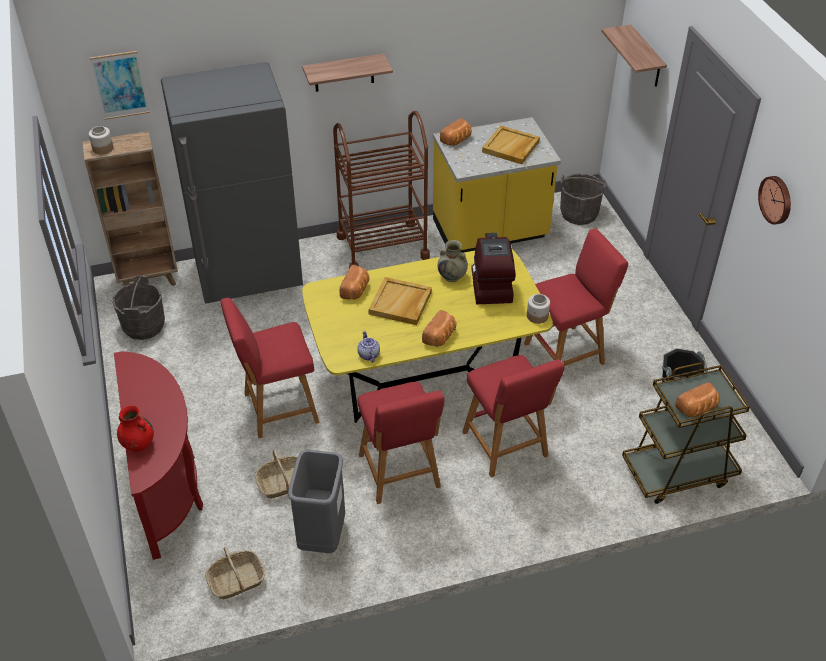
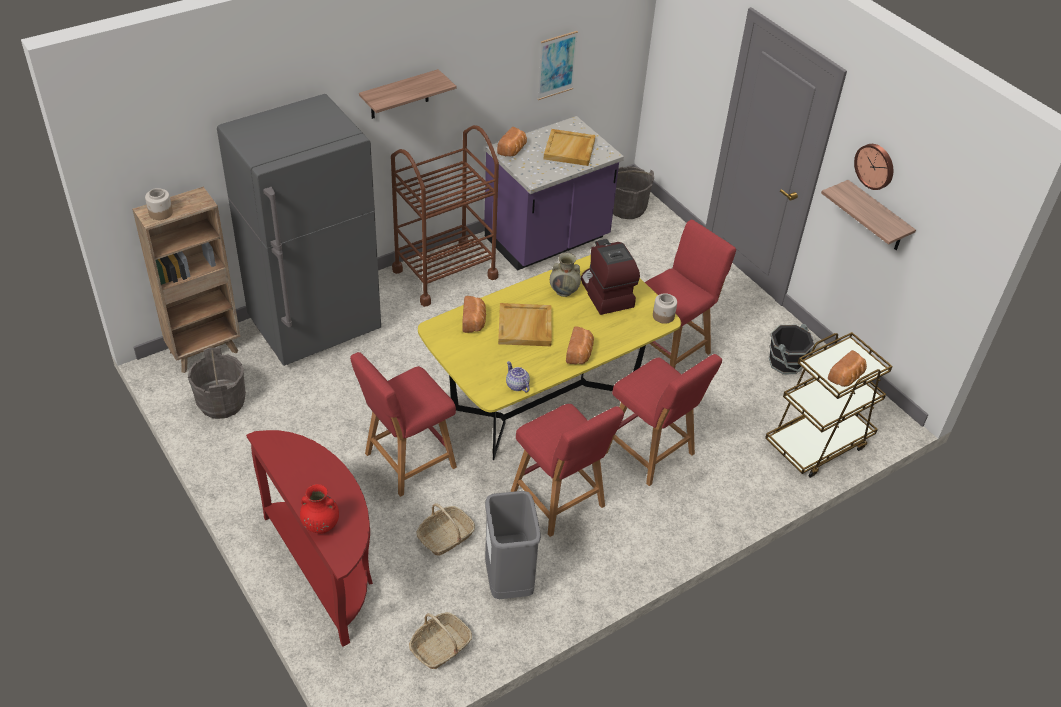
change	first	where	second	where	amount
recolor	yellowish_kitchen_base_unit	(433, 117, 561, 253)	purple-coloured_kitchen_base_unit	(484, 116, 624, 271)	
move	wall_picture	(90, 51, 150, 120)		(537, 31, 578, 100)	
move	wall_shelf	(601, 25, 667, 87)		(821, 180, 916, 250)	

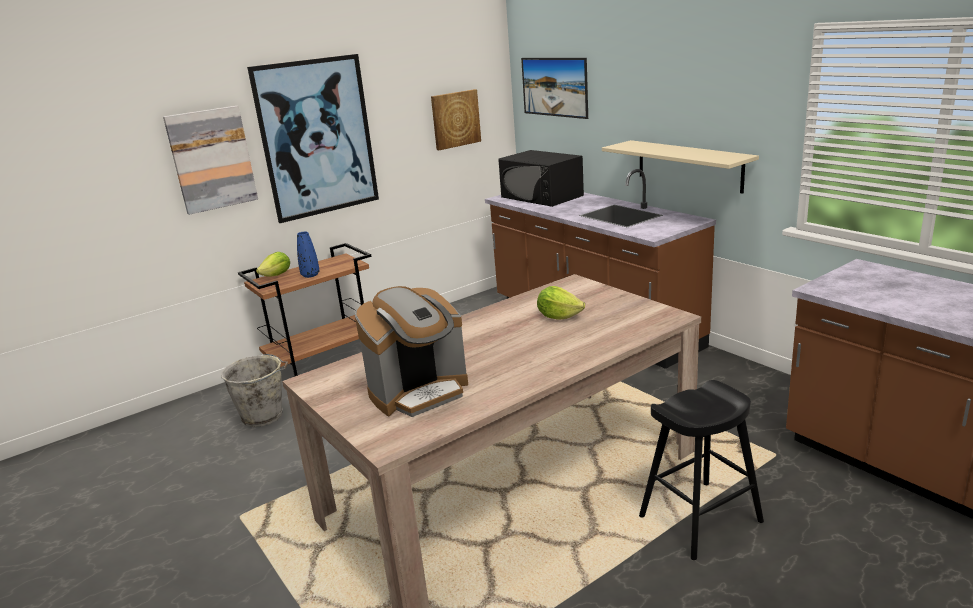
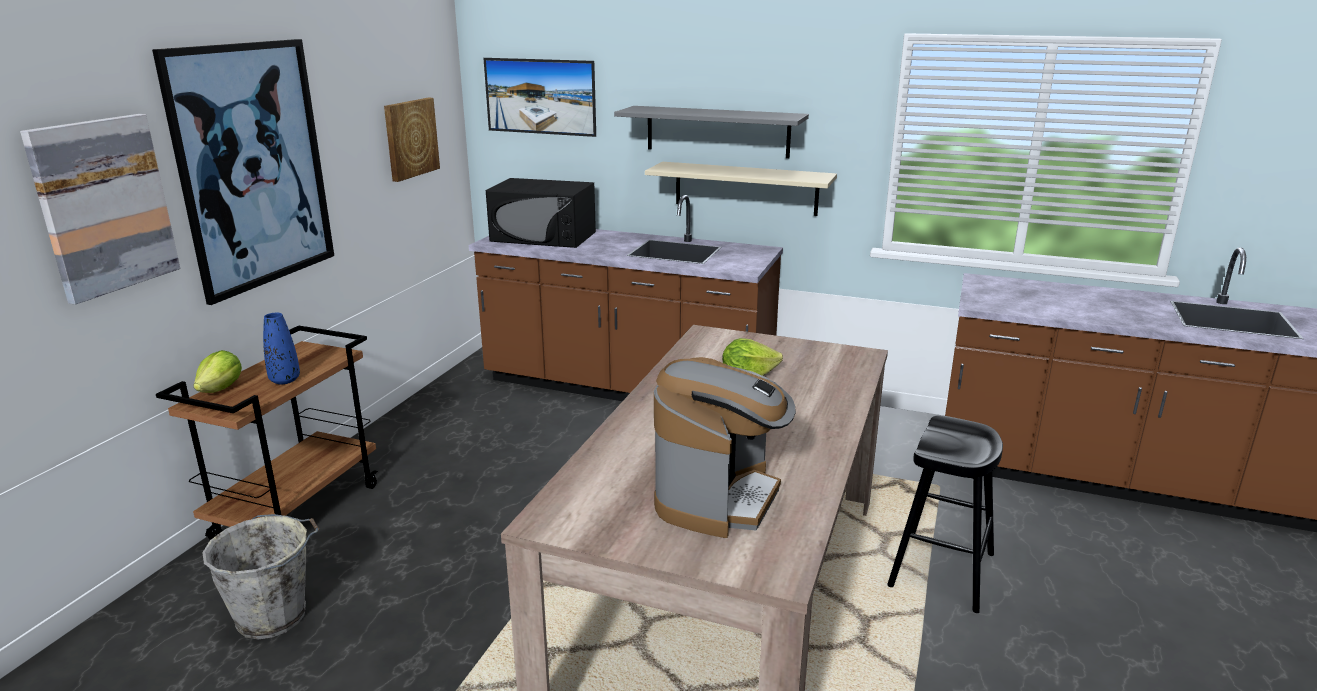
change	first	where	second	where	amount
insert			grey_wall_shelf	(614, 106, 809, 158)	

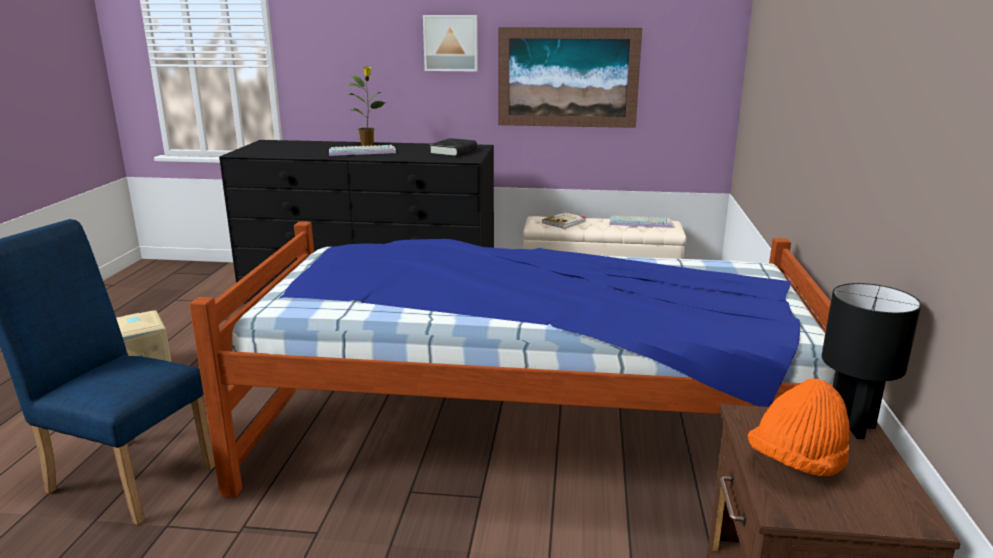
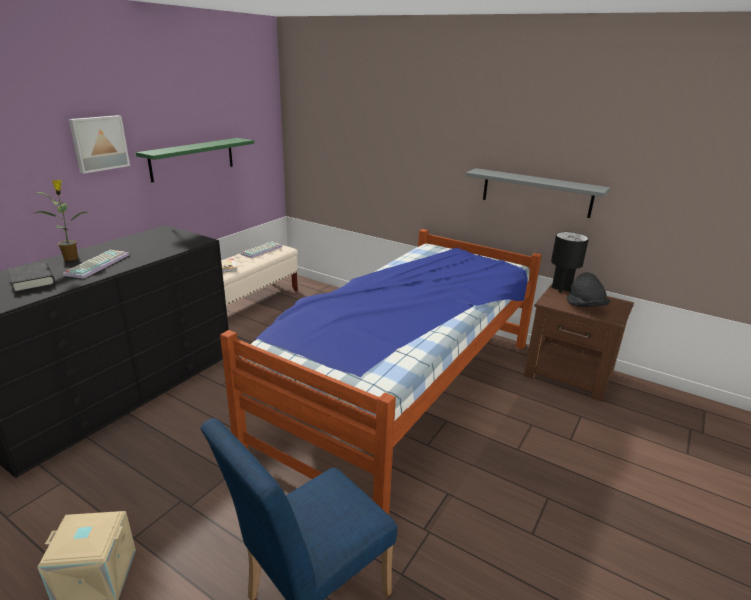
change	first	where	second	where	amount
move	black_book	(429, 138, 477, 157)		(7, 262, 55, 293)	
replace	wall_picture	(498, 27, 642, 128)	green_wall_shelf	(136, 138, 254, 182)	
insert			grey_wall_shelf	(466, 168, 610, 218)	
recolor	orange_wearable_hat	(748, 378, 850, 476)	black_wearable_hat	(567, 272, 610, 307)	

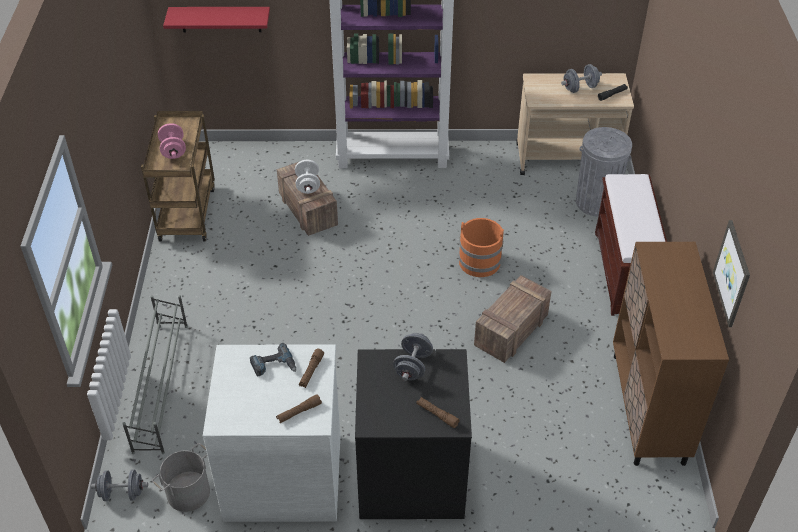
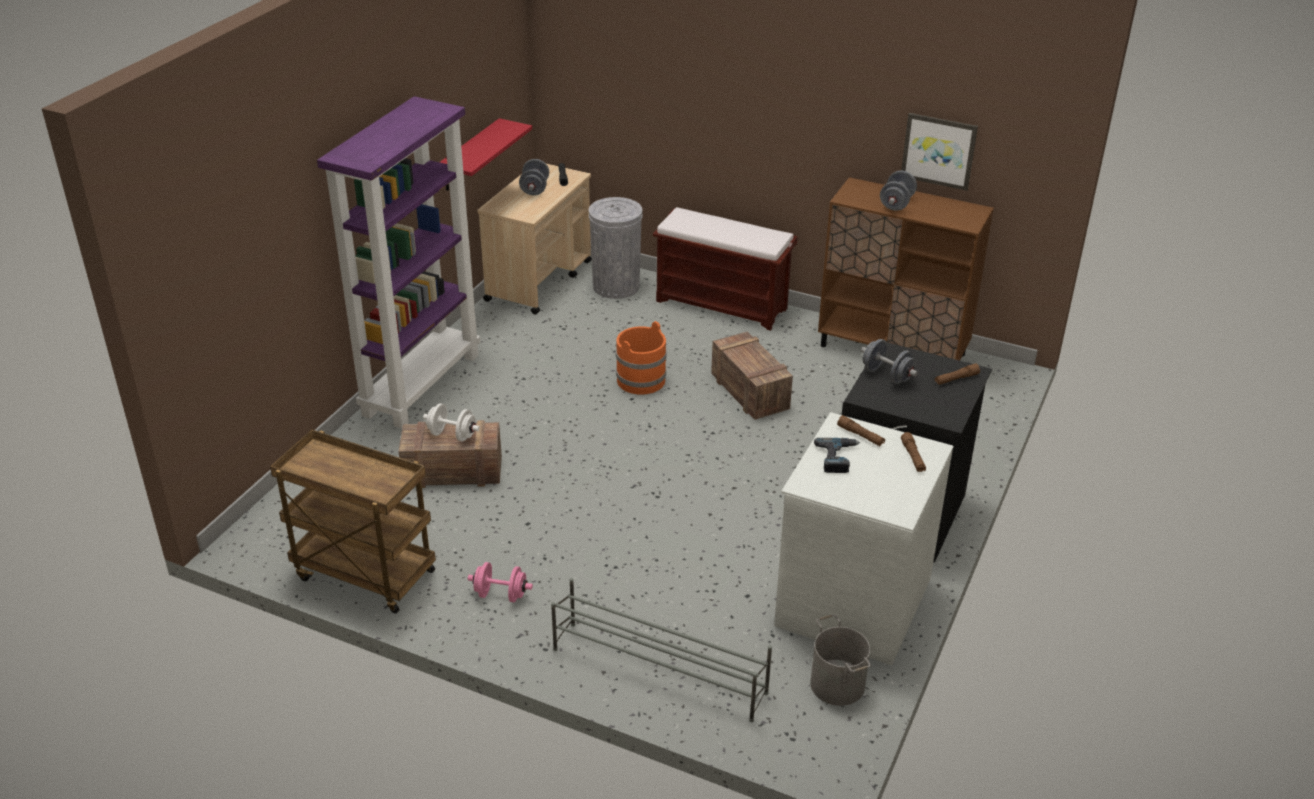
change	first	where	second	where	amount
move	red_wall_shelf	(163, 7, 270, 32)		(440, 118, 532, 191)	
move	pink_dumbbell	(158, 123, 186, 159)		(468, 562, 533, 602)	
move	grey_dumbbell	(91, 470, 148, 501)		(880, 171, 917, 211)	

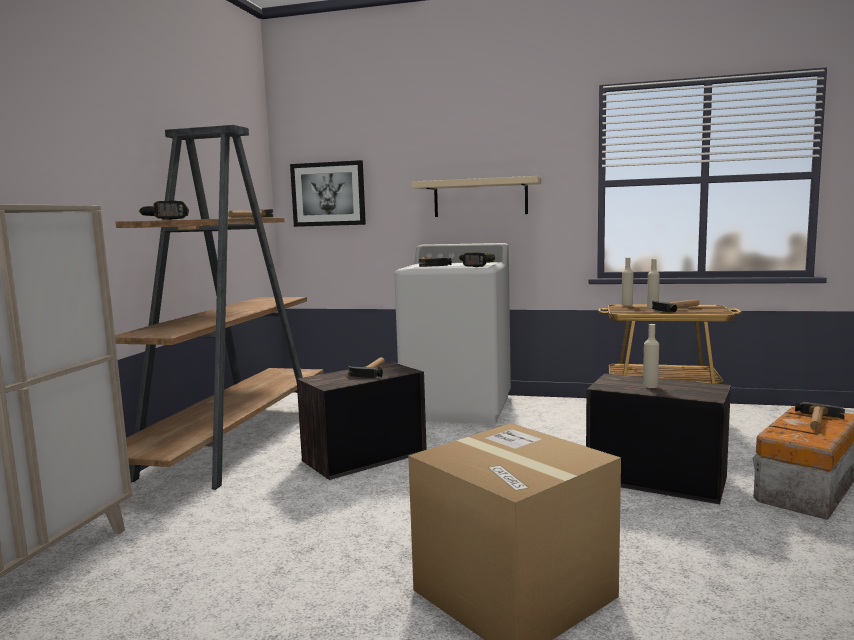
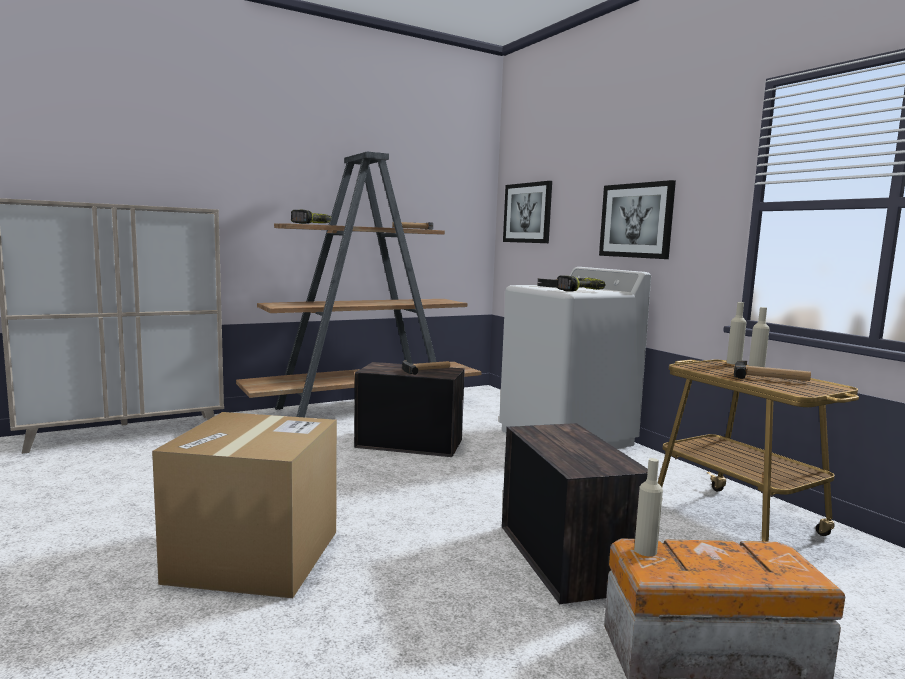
change	first	where	second	where	amount
replace	beige_wall_shelf	(411, 176, 541, 217)	wall_picture	(599, 180, 676, 259)	
move	beige_drink_bottle	(643, 324, 659, 388)		(634, 458, 663, 557)	
delete	tool_hammer	(795, 402, 845, 430)			

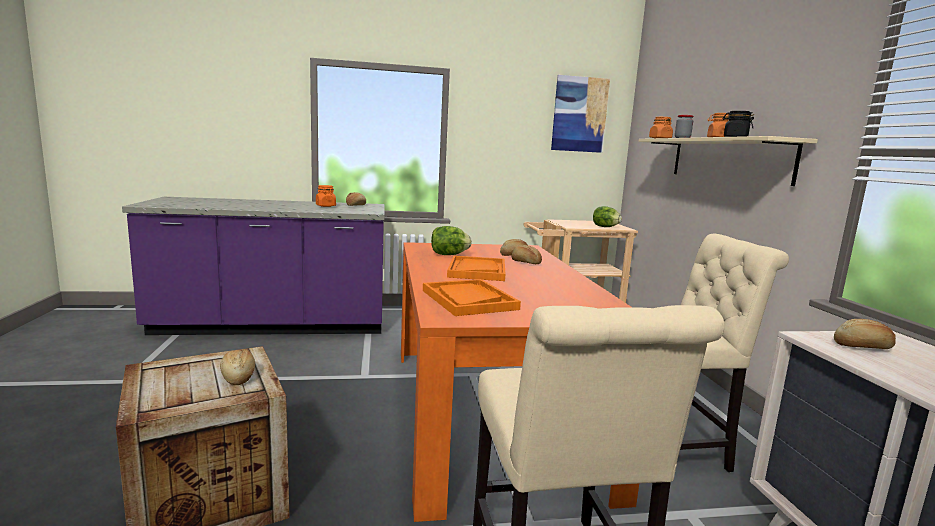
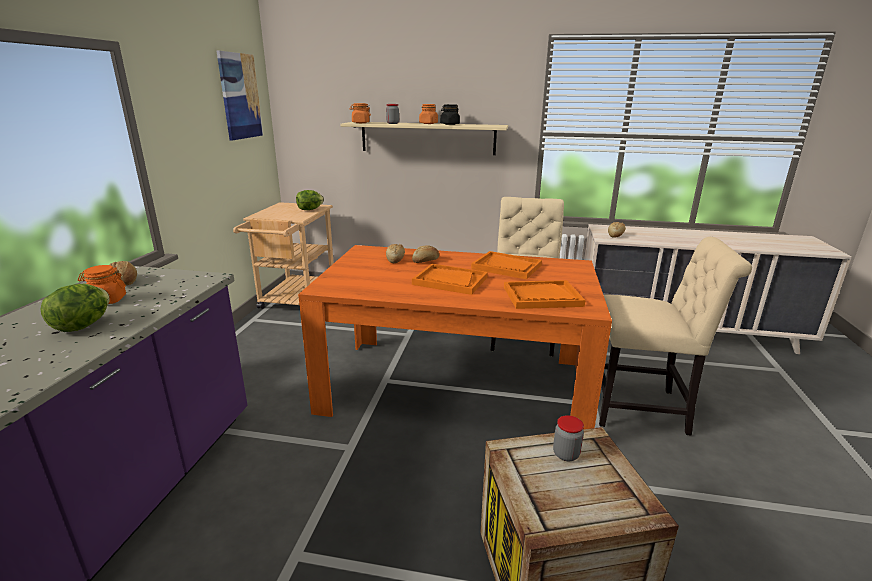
change	first	where	second	where	amount
move	head_of_lettuce	(431, 226, 472, 255)		(40, 284, 110, 332)	
insert			orange_carrying_tray	(471, 251, 542, 279)	
replace	bread	(220, 349, 255, 385)	preserve_jar	(553, 415, 584, 461)	

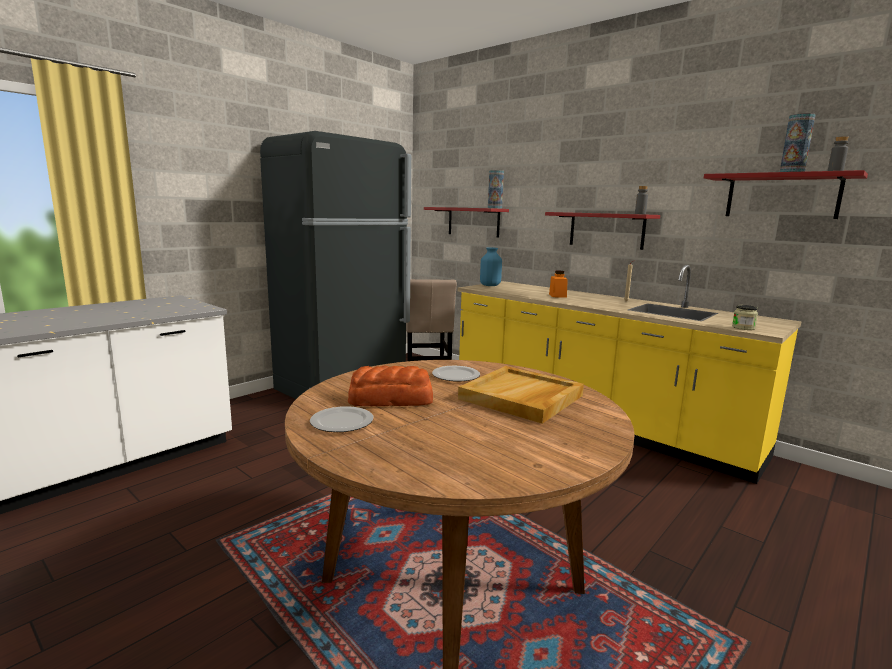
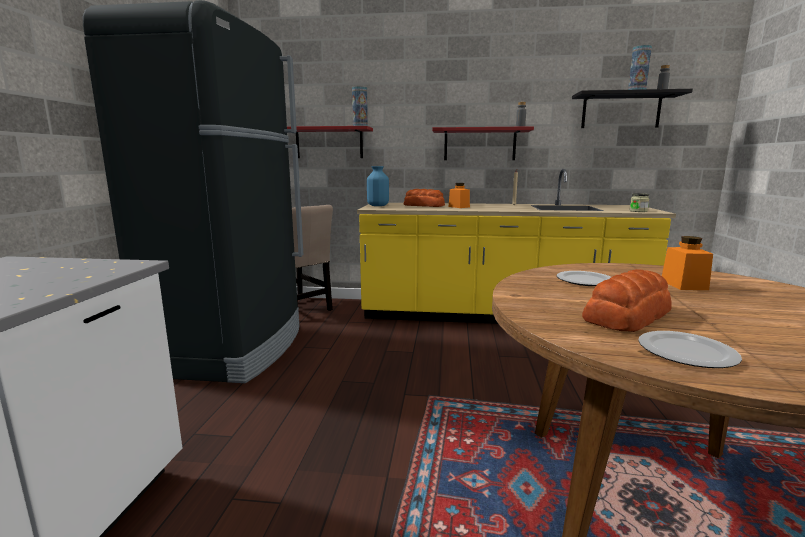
change	first	where	second	where	amount
insert			bread	(404, 189, 445, 207)	
recolor	red_wall_shelf	(704, 170, 868, 219)	black_wall_shelf	(572, 89, 693, 128)	
replace	beige_carrying_tray	(458, 366, 584, 424)	orange_preserve_jar	(662, 236, 713, 290)	

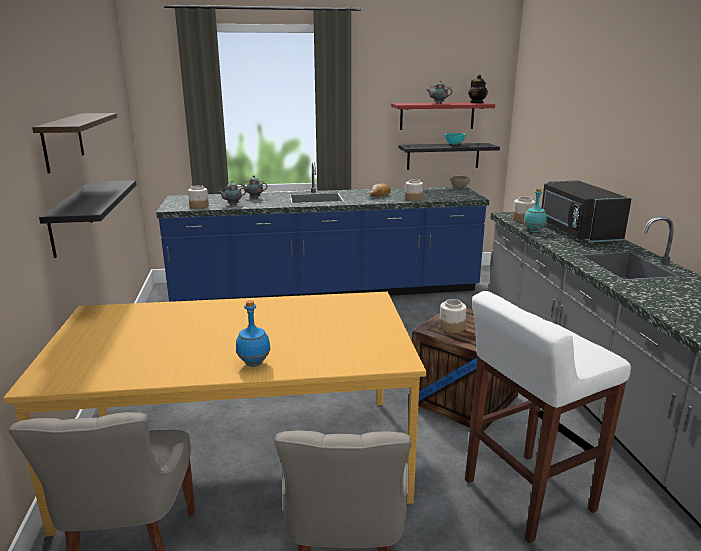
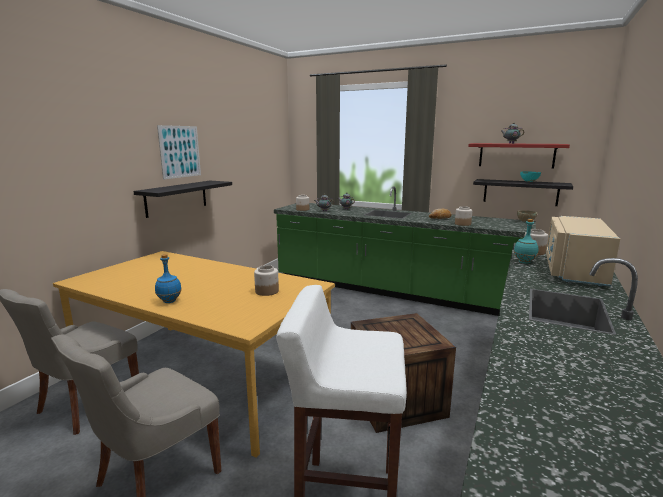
change	first	where	second	where	amount
replace	wall_shelf	(32, 113, 117, 173)	wall_picture	(157, 125, 201, 180)	
move	preserve_jar	(439, 299, 466, 333)		(254, 265, 279, 296)	
recolor	blue_kitchen_base_unit	(156, 162, 489, 302)	green_kitchen_base_unit	(274, 187, 536, 316)	
recolor	black_microwave_oven	(541, 181, 631, 243)	beige_microwave_oven	(546, 216, 620, 287)	
delete	tea_pot	(468, 74, 488, 104)			

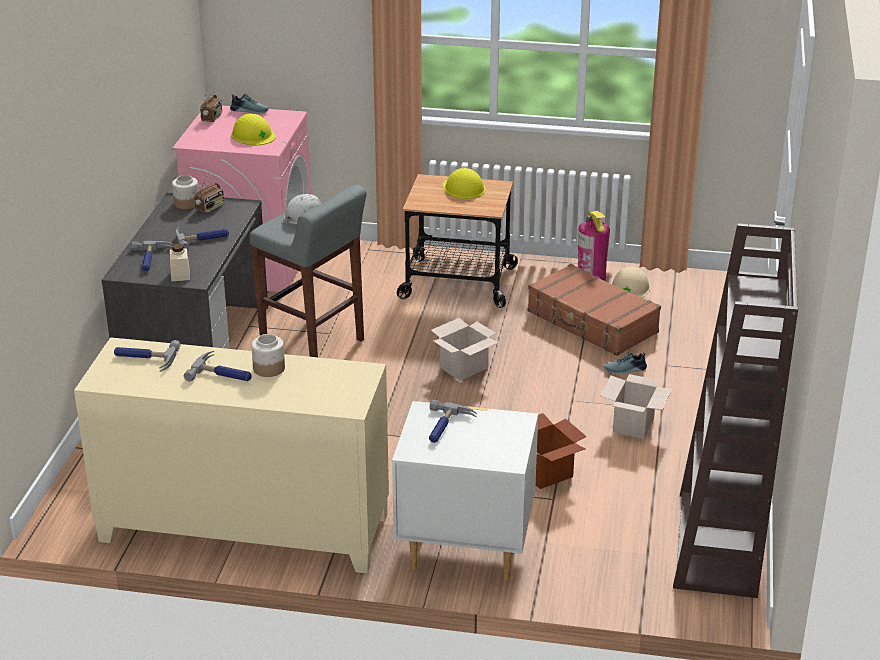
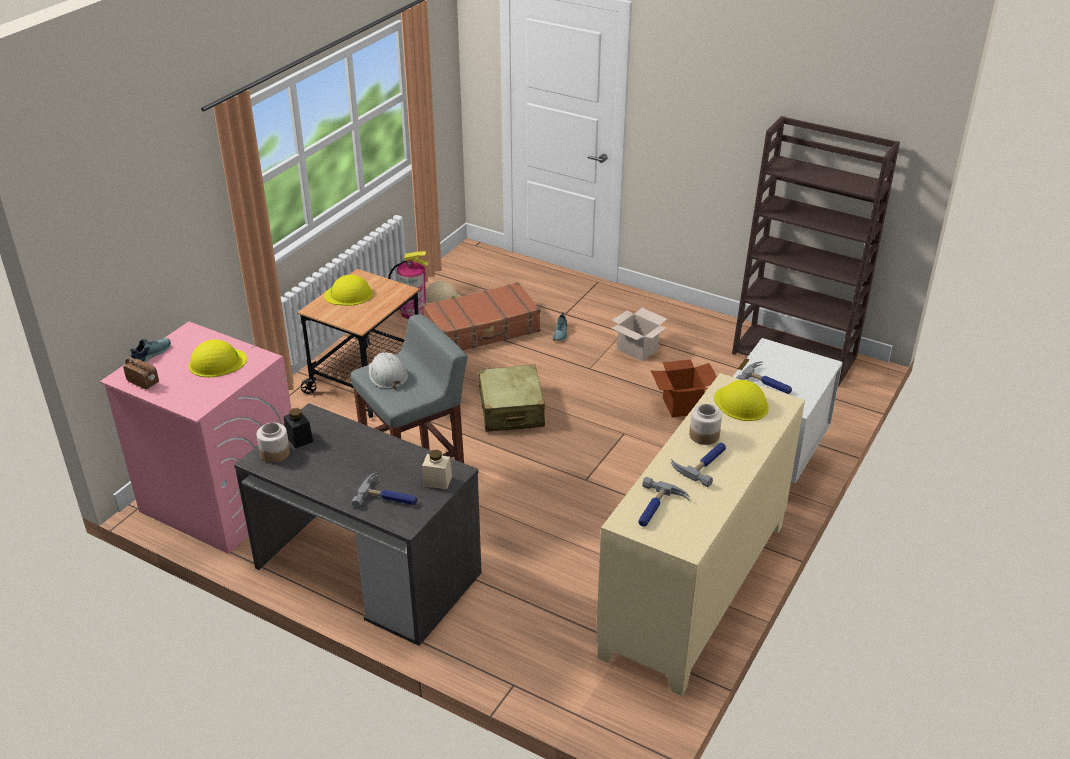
change	first	where	second	where	amount
replace	radio_receiver	(194, 175, 224, 213)	black_preserve_jar	(284, 408, 313, 449)	
replace	cardboard_box	(431, 318, 499, 381)	beige_travel_case	(477, 365, 545, 432)	
insert			yellowish_work_helmet	(714, 380, 769, 421)	
delete	tool_hammer	(176, 227, 229, 250)			

